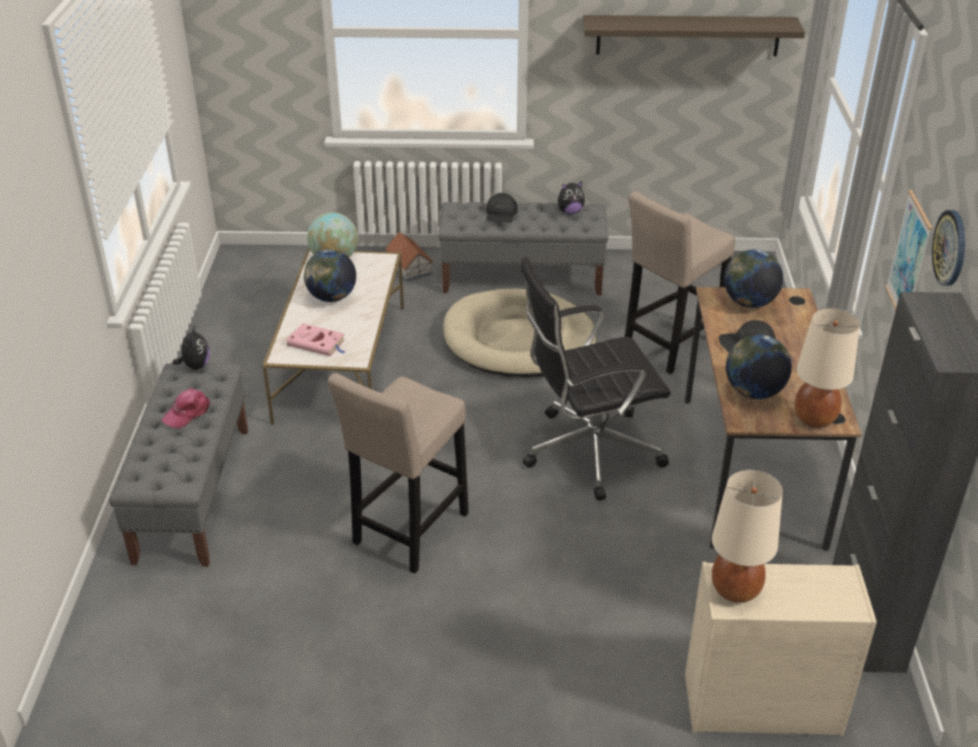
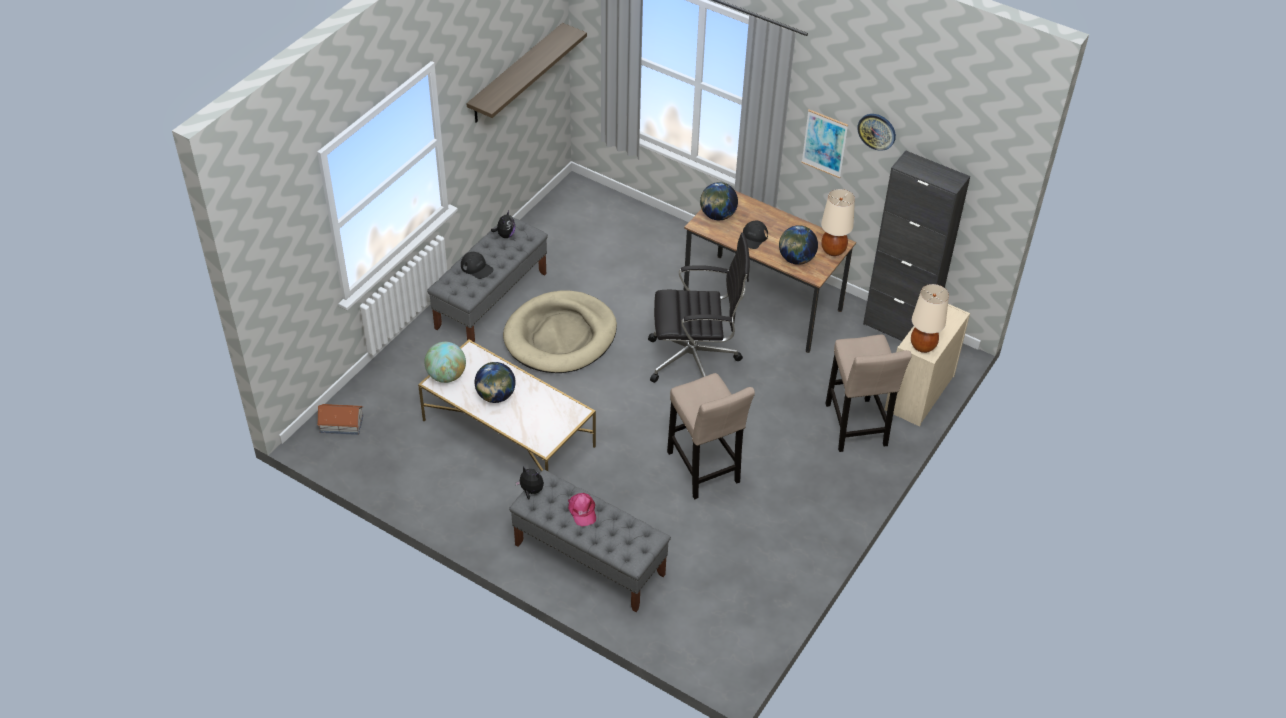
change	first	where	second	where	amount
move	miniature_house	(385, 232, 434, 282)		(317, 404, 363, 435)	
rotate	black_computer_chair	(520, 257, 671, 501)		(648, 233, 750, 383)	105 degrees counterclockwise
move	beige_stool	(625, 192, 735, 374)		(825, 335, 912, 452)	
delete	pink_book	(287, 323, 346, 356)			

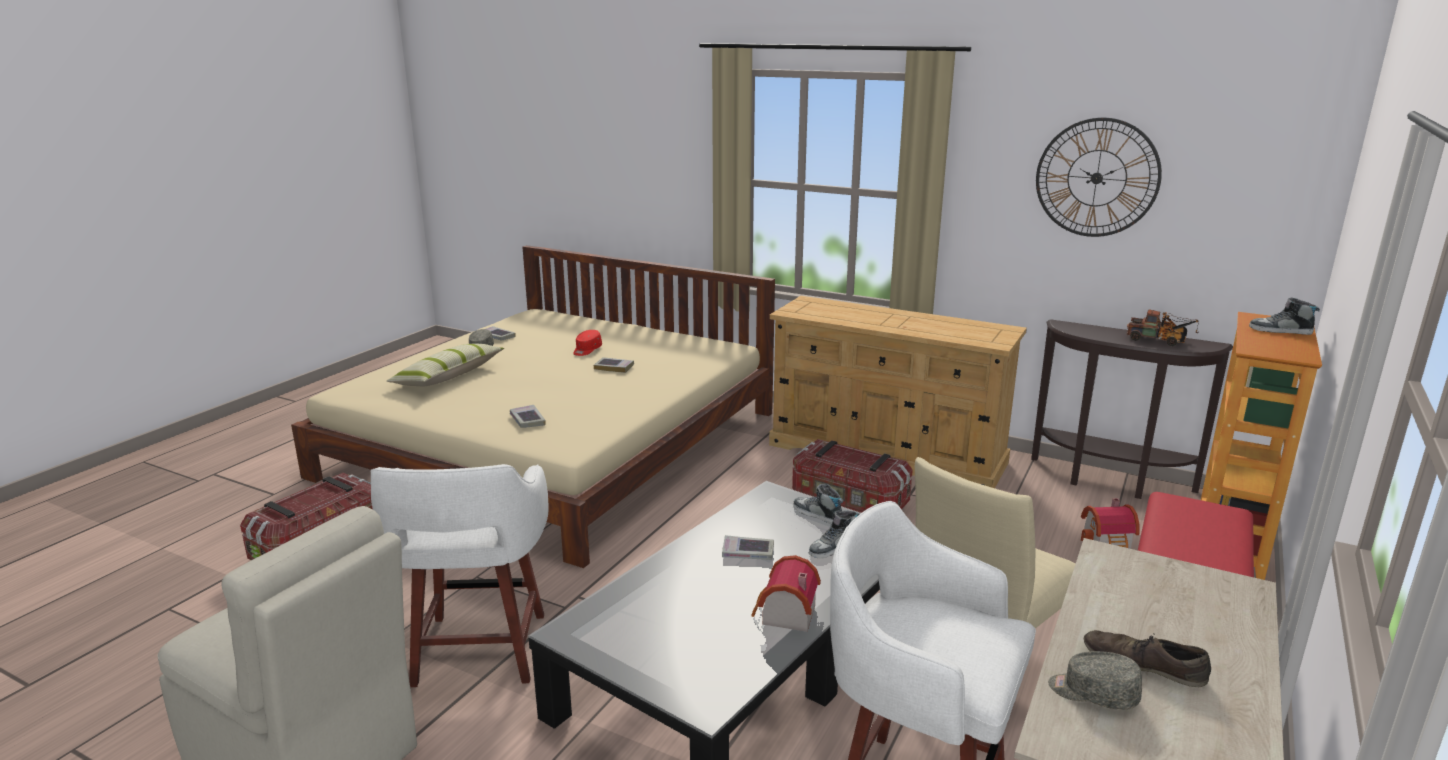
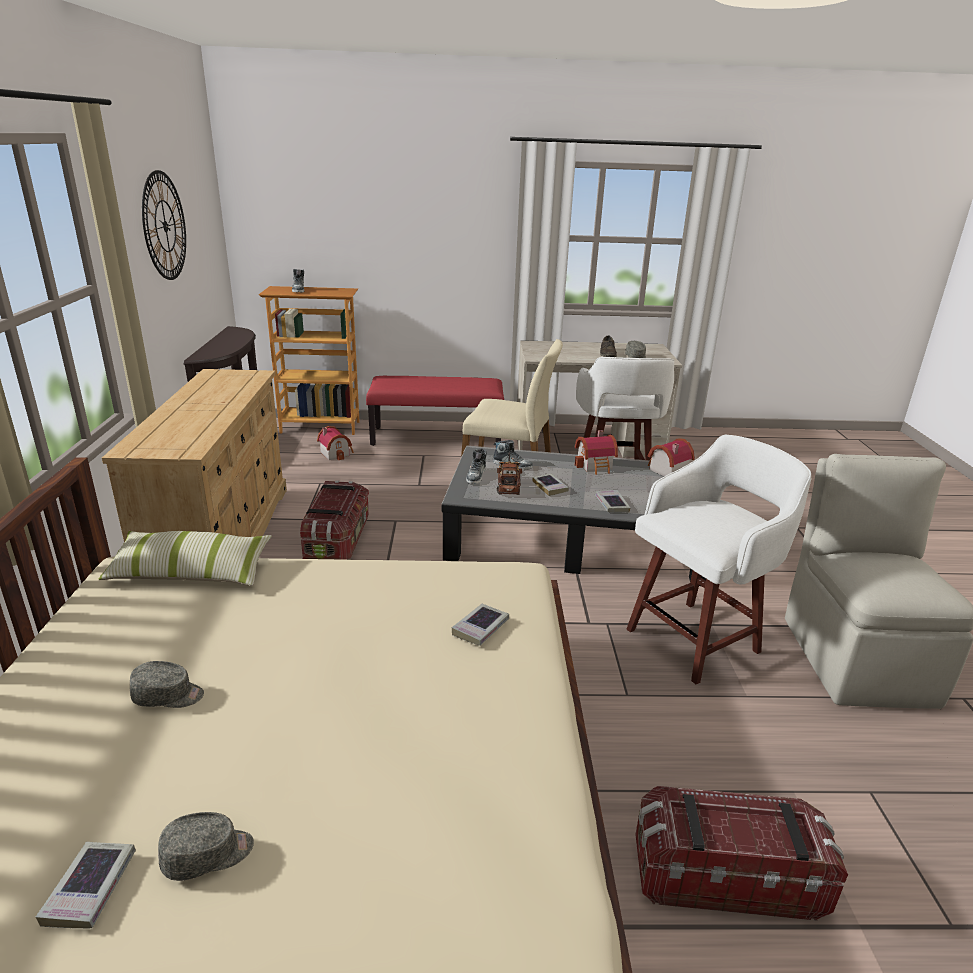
change	first	where	second	where	amount
move	cushion	(387, 344, 504, 386)		(99, 531, 272, 586)	
recolor	red_peaked_cap	(573, 330, 602, 356)	grey_peaked_cap	(130, 661, 204, 708)	
move	model_truck	(1127, 309, 1199, 346)		(497, 452, 522, 495)	
move	book	(594, 357, 634, 373)		(595, 490, 630, 512)	
insert			miniature_house	(647, 438, 695, 476)	

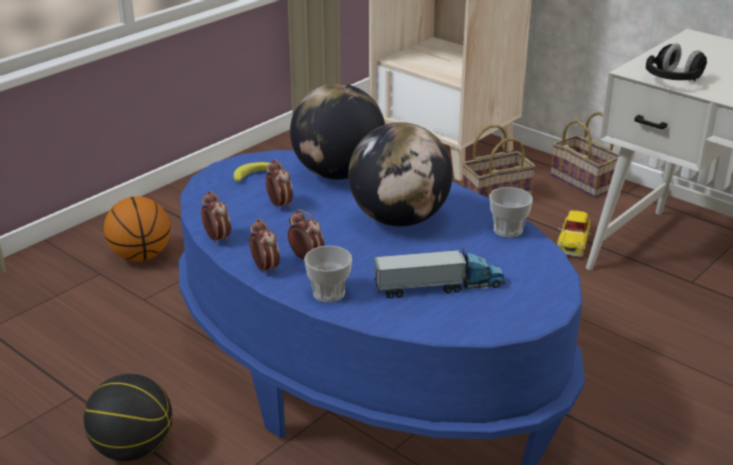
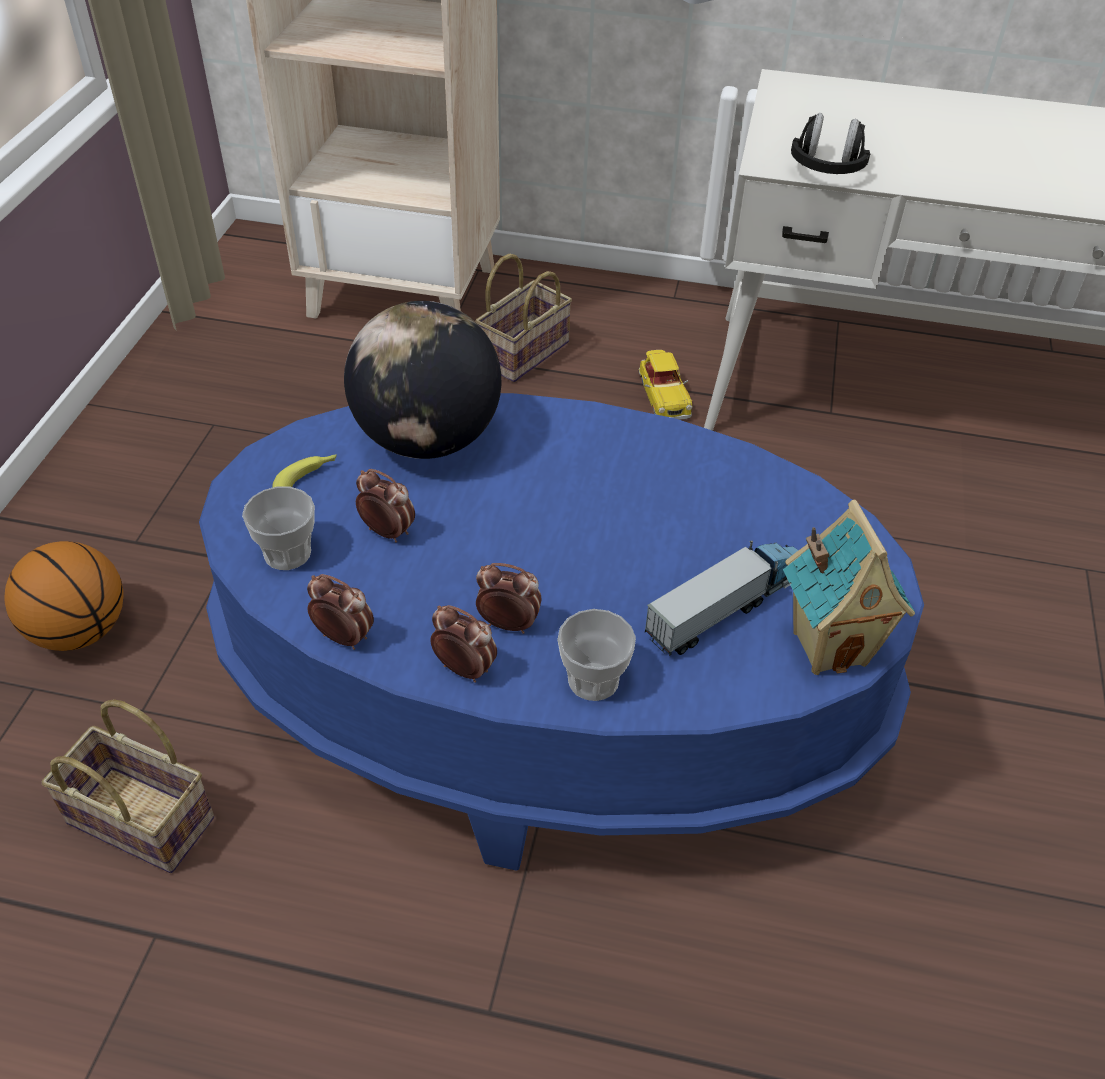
change	first	where	second	where	amount
move	household_basket	(551, 112, 619, 197)		(42, 700, 214, 873)	
move	small_cup	(489, 187, 533, 238)		(242, 486, 315, 570)	
insert			miniature_house	(783, 500, 915, 675)	
delete	basketball_ball	(84, 374, 172, 462)			
delete	desk_globe	(348, 122, 452, 227)			

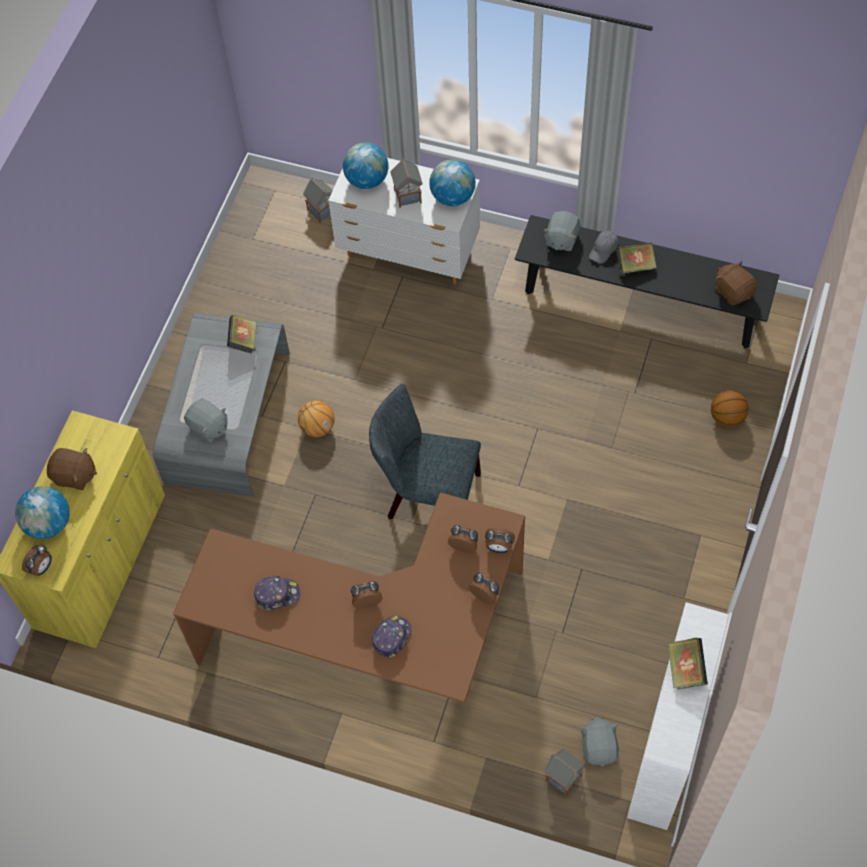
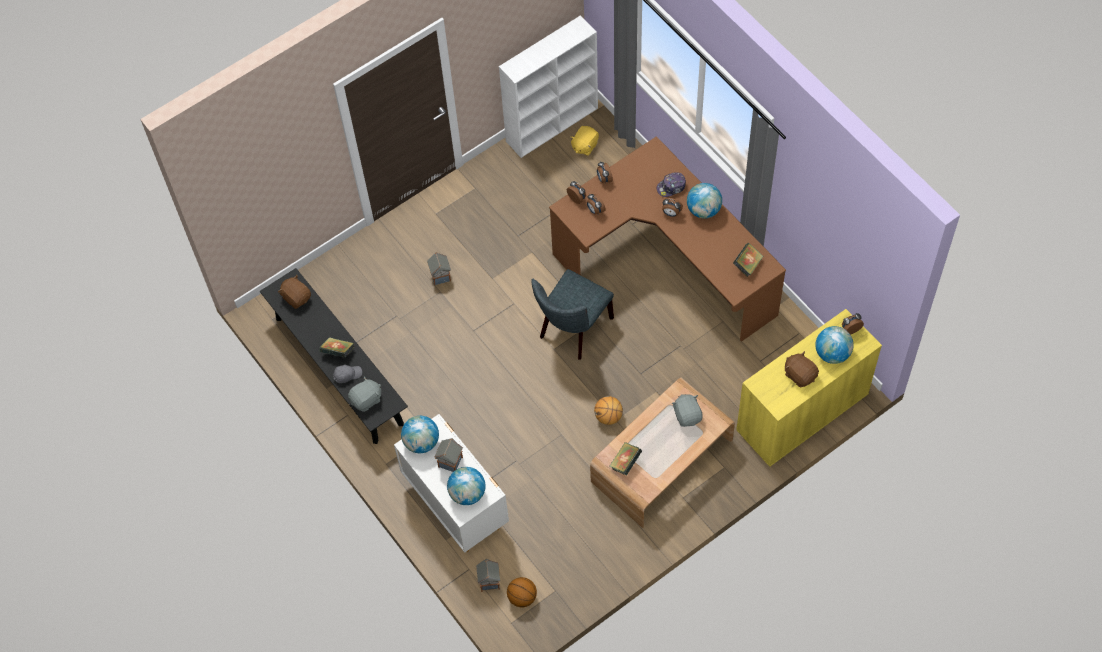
change	first	where	second	where	amount
rotate	brownish_cuddly_toy	(715, 261, 757, 305)		(278, 275, 311, 309)	135 degrees clockwise
move	miniature_house	(545, 749, 585, 797)		(427, 252, 451, 286)	
move	basketball_ball	(711, 390, 749, 427)		(507, 577, 537, 607)	
rotate	grey_plain_chair	(369, 384, 481, 519)		(531, 269, 614, 360)	75 degrees clockwise
recolor	grey_cuddly_toy	(580, 717, 619, 767)	yellowish_cuddly_toy	(570, 126, 599, 156)	
recolor	grey_coffee_table	(153, 312, 290, 496)	brownish_coffee_table	(590, 378, 735, 528)	
insert			desk_globe	(687, 183, 722, 219)	
move	book	(667, 637, 708, 690)		(733, 243, 763, 277)	
delete	peaked_cap	(254, 576, 300, 610)			

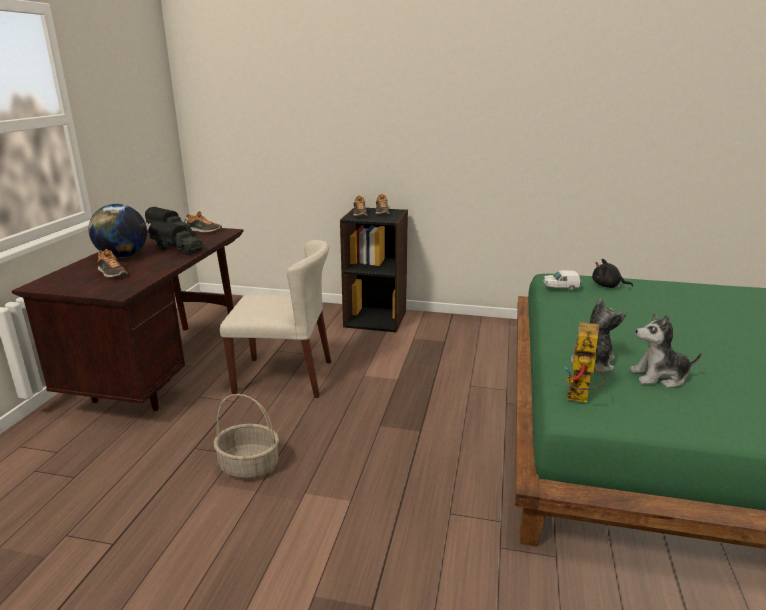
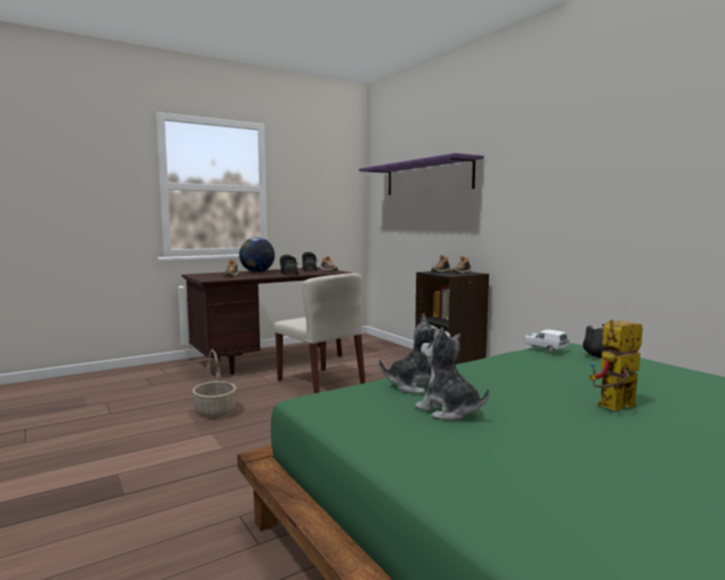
change	first	where	second	where	amount
insert			purple-coloured_wall_shelf	(359, 153, 484, 195)	
move	model_robot	(565, 322, 606, 403)		(589, 319, 643, 410)	

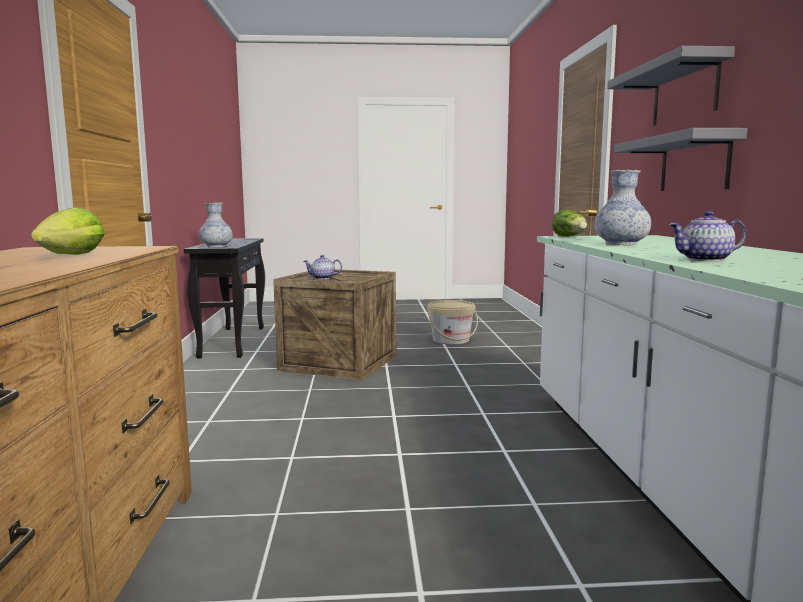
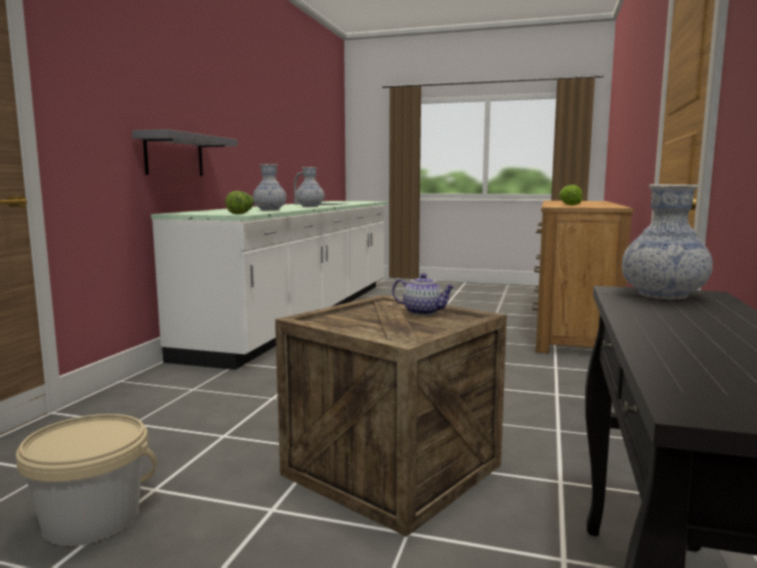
change	first	where	second	where	amount
replace	tea_pot	(669, 211, 747, 262)	vase	(295, 167, 324, 207)	
delete	grey_wall_shelf	(607, 46, 735, 126)			

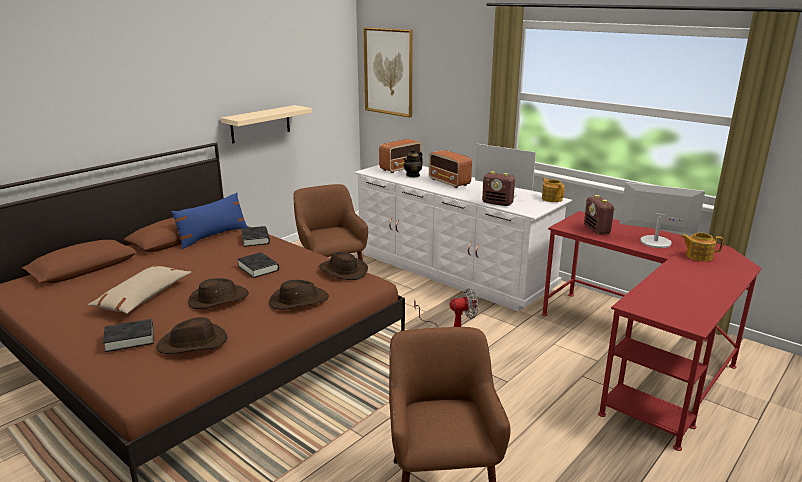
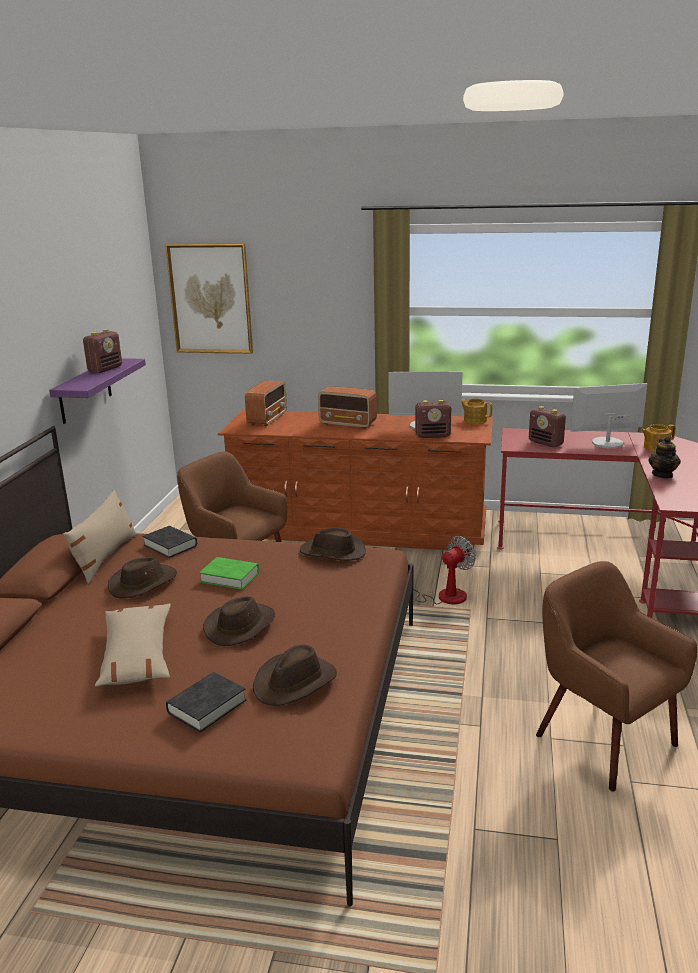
change	first	where	second	where	amount
recolor	beige_wall_shelf	(221, 105, 312, 143)	purple-coloured_wall_shelf	(49, 358, 146, 424)	
recolor	blue_cushion	(171, 193, 248, 249)	beige_cushion	(63, 489, 137, 584)	
insert			radio_receiver	(83, 329, 122, 373)	
move	brownish_wearable_hat	(269, 280, 329, 310)		(108, 557, 177, 598)	
recolor	black_book	(237, 252, 279, 278)	green_book	(199, 557, 259, 590)	
recolor	white_drawer_chest	(354, 165, 572, 311)	brownish_drawer_chest	(218, 410, 493, 550)	
move	tea_pot	(403, 149, 423, 178)		(648, 436, 681, 478)	

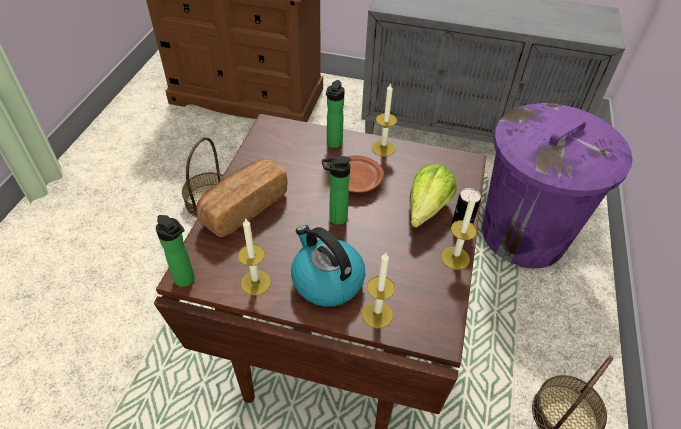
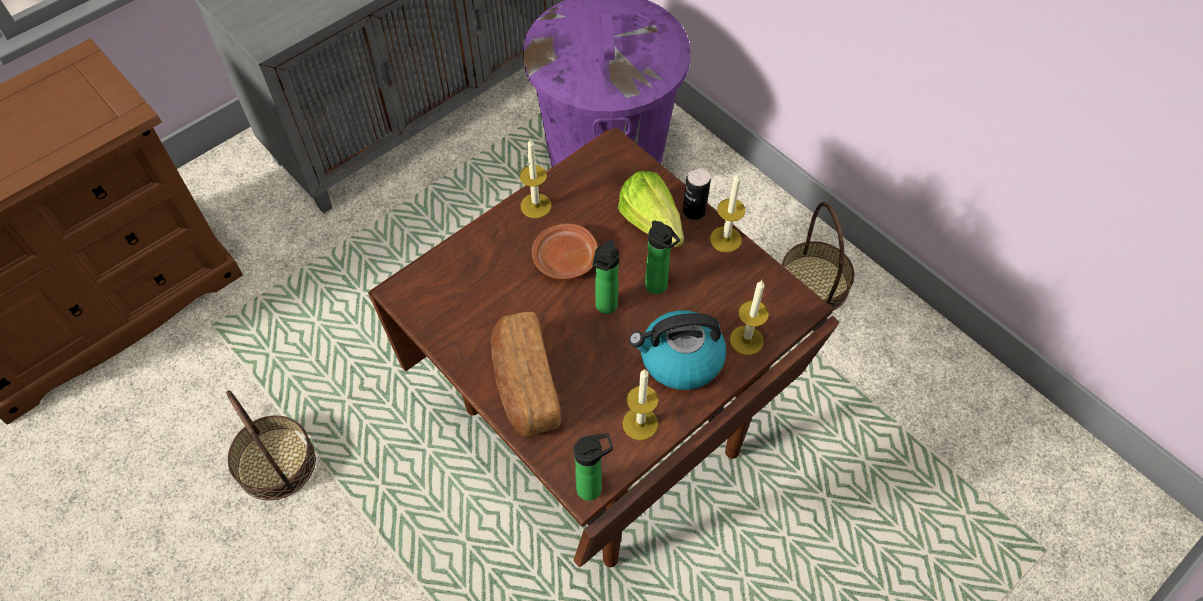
change	first	where	second	where	amount
move	drink_bottle	(326, 80, 345, 148)		(645, 221, 680, 294)	

